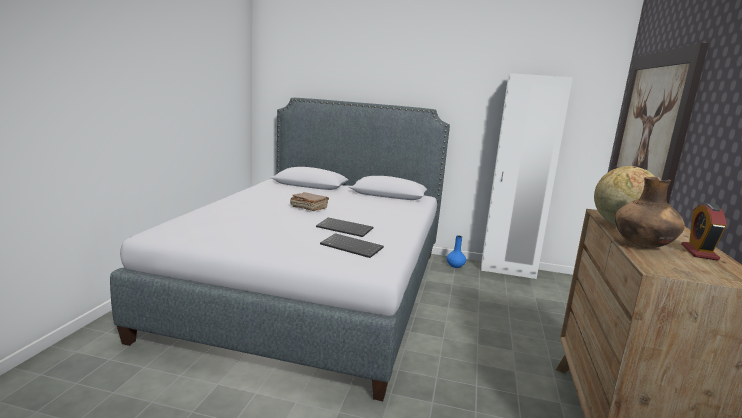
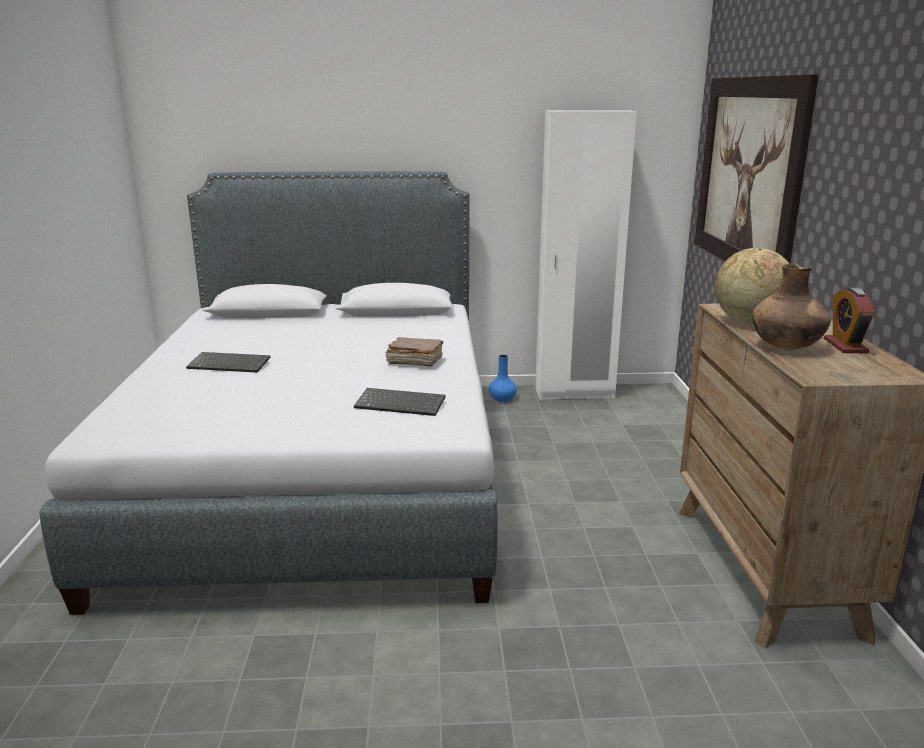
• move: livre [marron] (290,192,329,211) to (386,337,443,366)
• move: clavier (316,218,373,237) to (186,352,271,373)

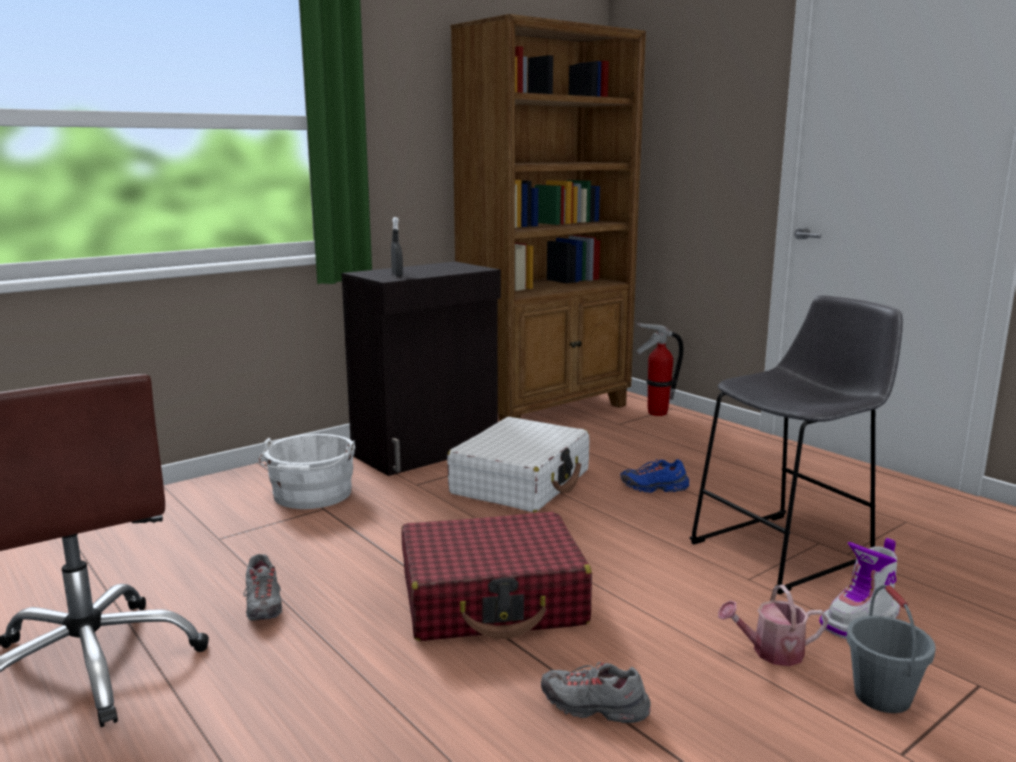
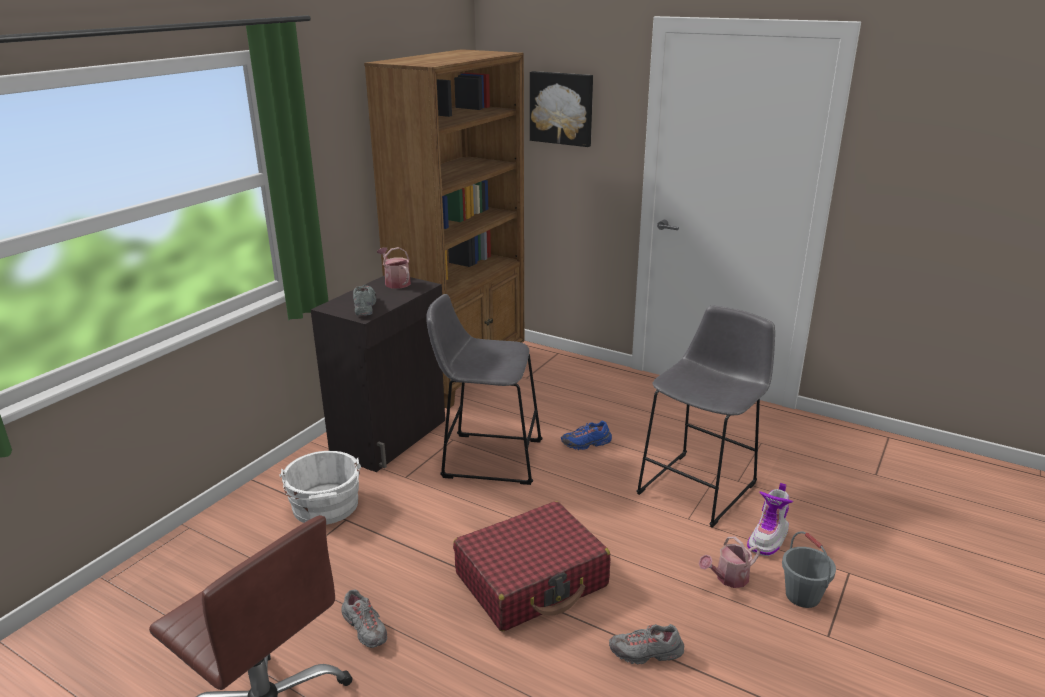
• delete: extincteur (636,323,683,416)
• insert: arrosoir (377,247,411,289)
• insert: tableau (530,71,593,147)
• replace: vaporisateur [gris] (391,217,403,276) to chaussure [gris] (353,285,376,316)
• replace: valise [blanc] (447,417,589,512) to tabouret [gris] (426,294,543,485)

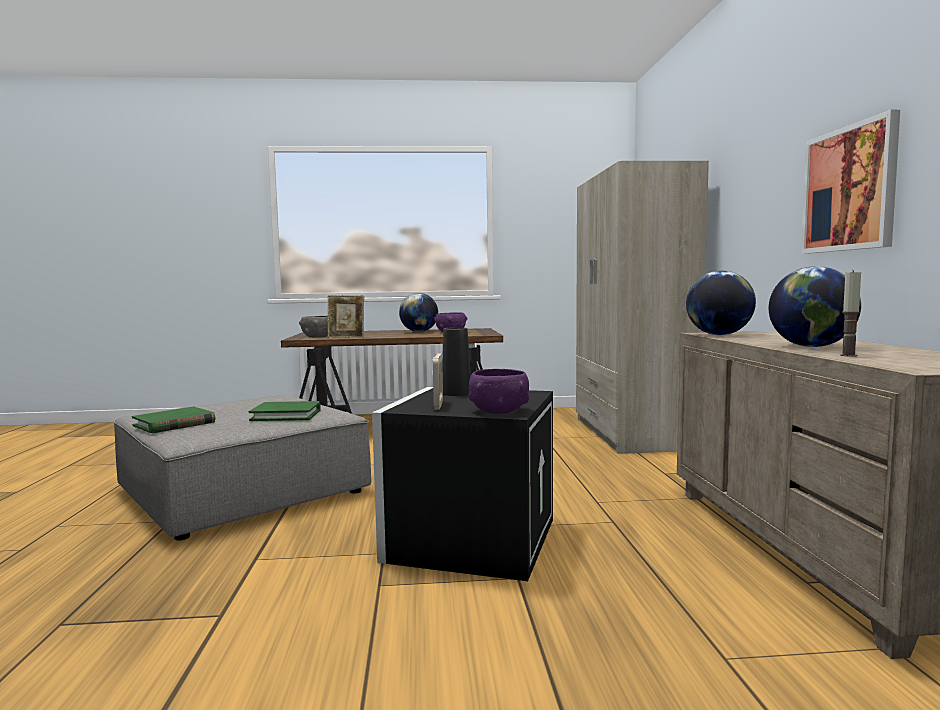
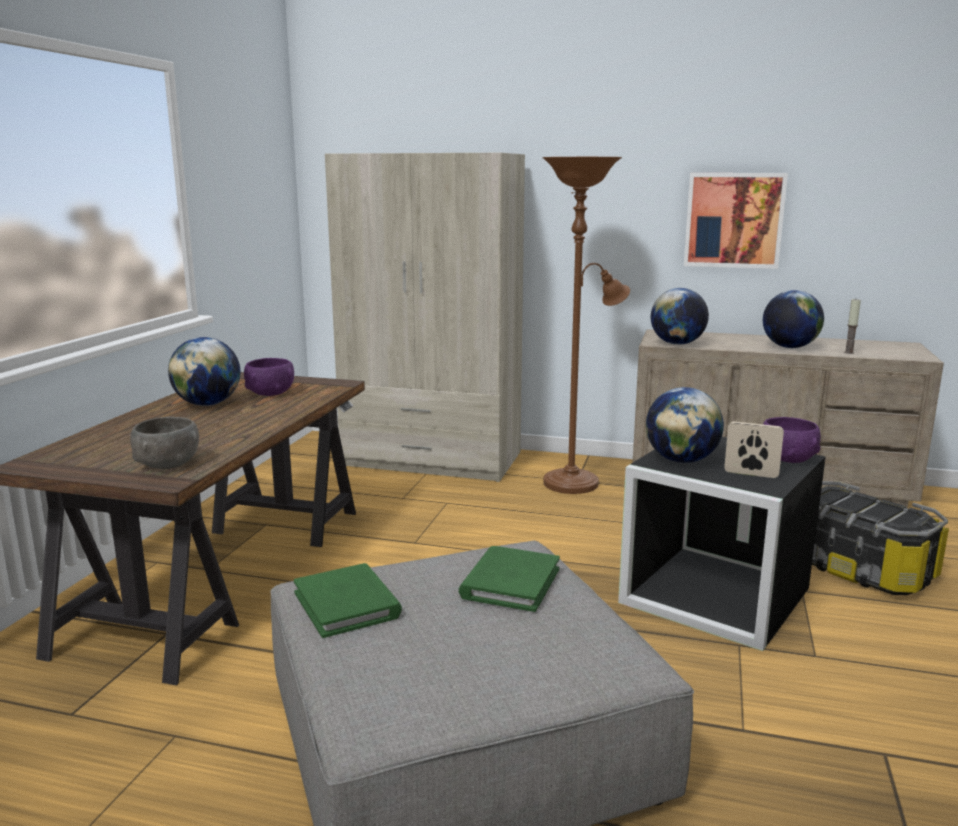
• delete: cadre photo (328,295,364,338)
• insert: lampadaire [marron] (542,157,630,494)
• insert: boîte de rangement (812,481,949,595)
• move: livre [vert] (132,407,215,433) to (294,563,402,638)
• replace: vase [noir] (442,327,471,396) to globe (646,387,724,463)

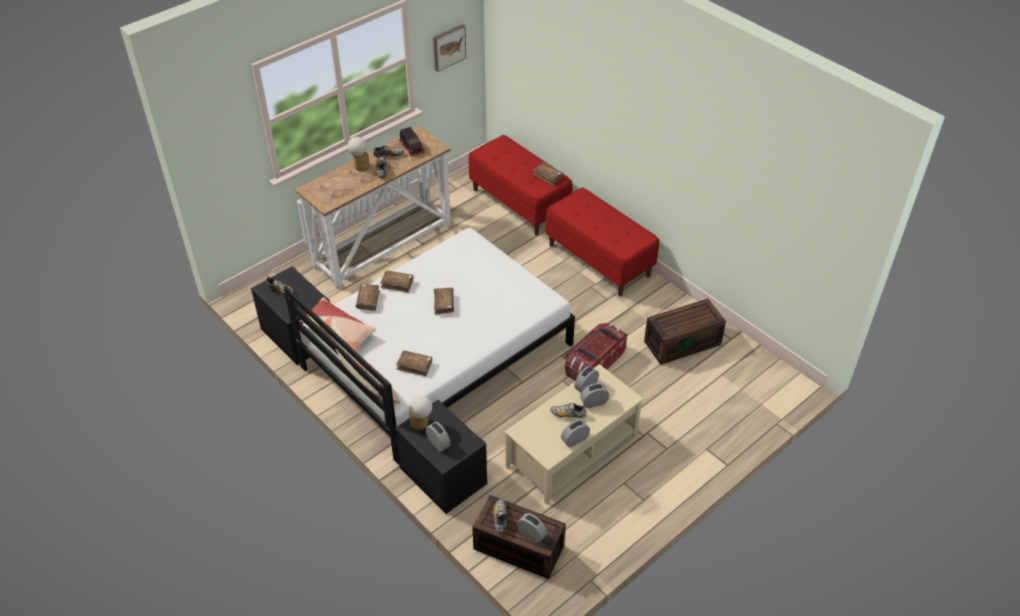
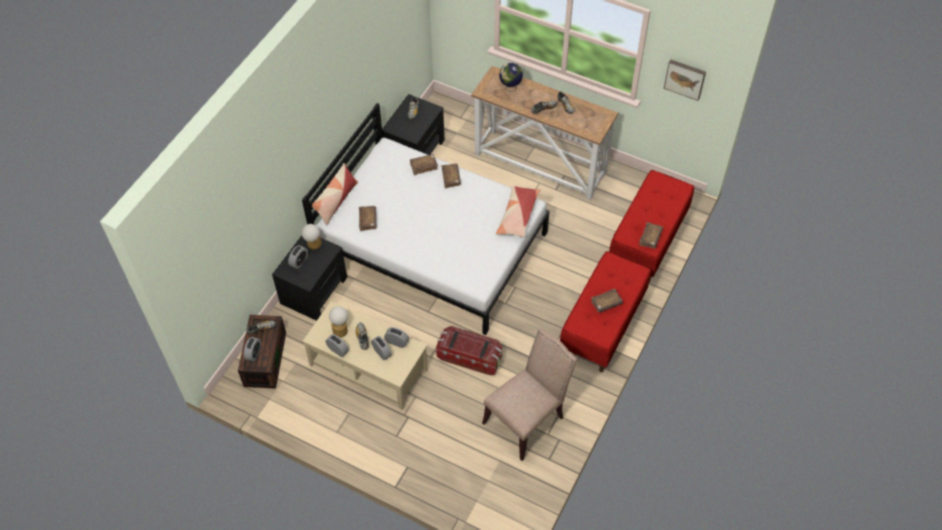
• delete: camion jouet (399,127,425,157)
• insert: globe (499,63,523,92)
• move: coussin (299,297,376,351) to (496,186,541,237)
• move: lampe de table (347,137,370,172) to (329,306,348,338)
• move: livre [marron] (434,288,454,315) to (591,288,623,313)
• replace: boîte de rangement [marron] (644,299,726,365) to chaise [beige] (482,328,577,461)

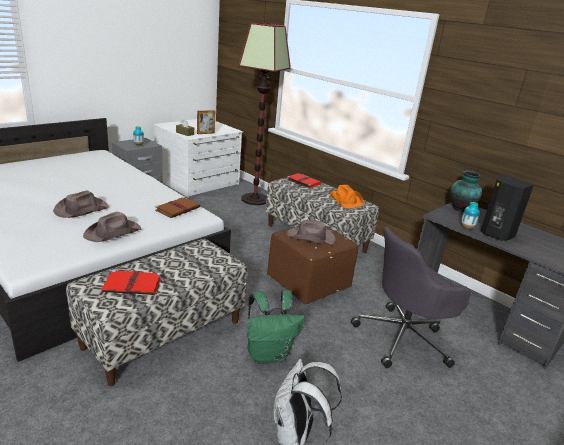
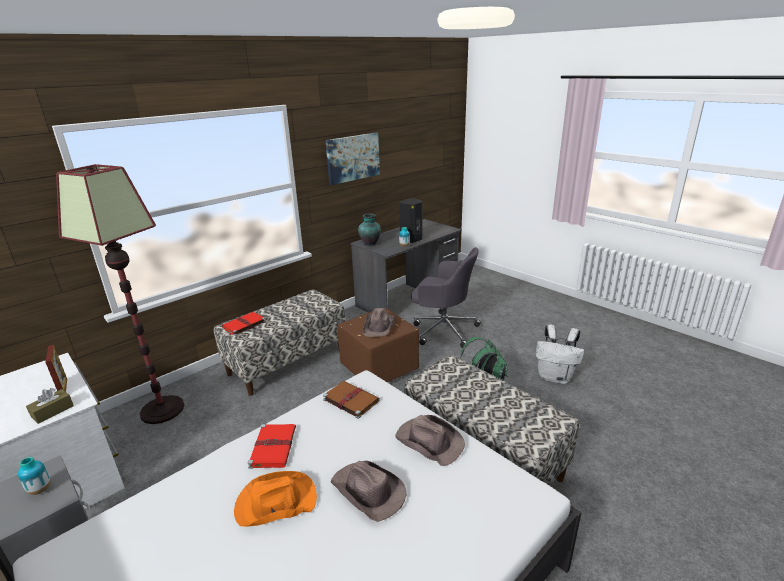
• insert: tableau (325,133,380,185)
• move: livre [rouge] (102,270,164,295) to (248,424,296,469)
• move: chapeau [orange] (329,185,364,208) to (234,471,317,527)
• rotate: chaise de bureau [gris] (351,227,472,368) = (411,247,481,348) 45 degrees counterclockwise

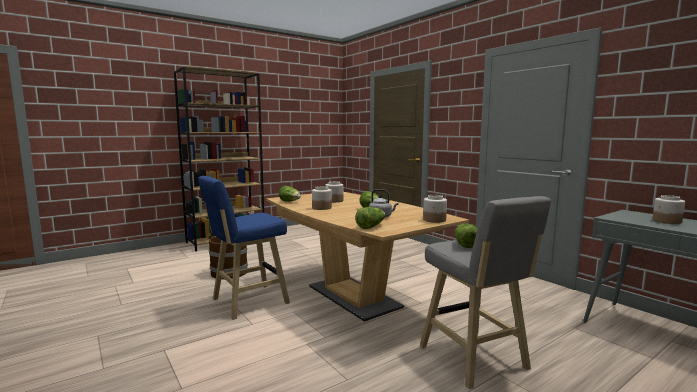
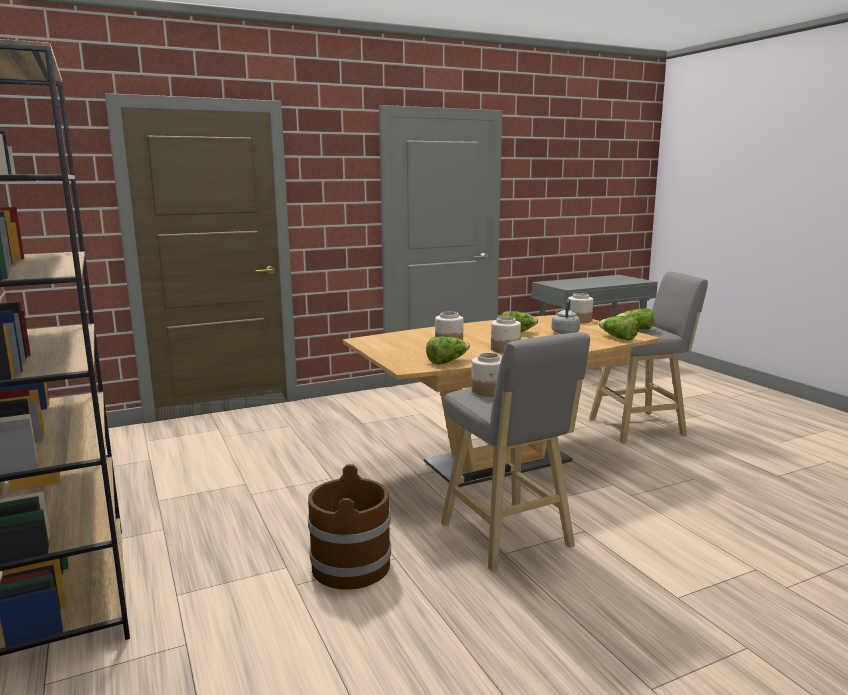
• move: bocal (653,195,685,224) to (471,353,502,396)
• recolor: tabouret [bleu] (198,176,290,320) to tabouret [gris] (441,332,590,572)

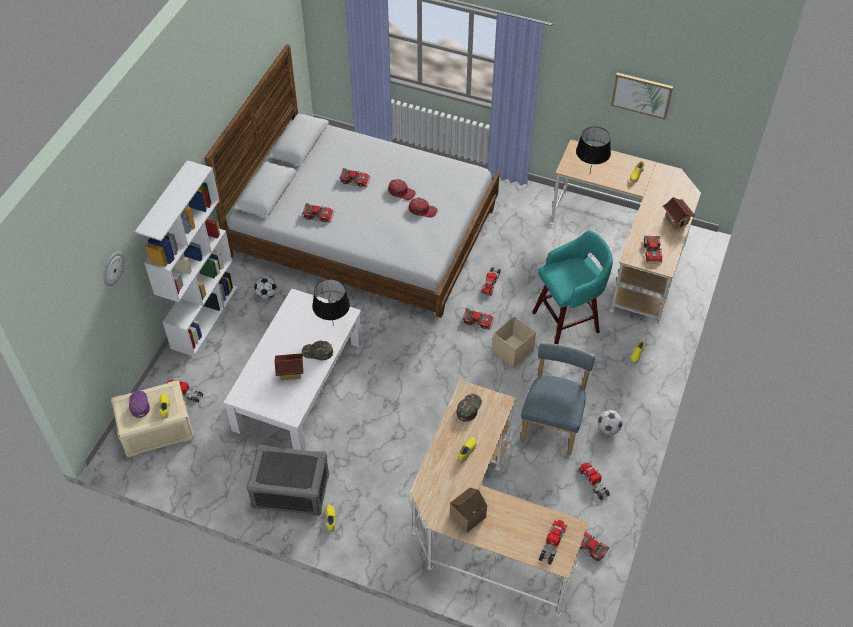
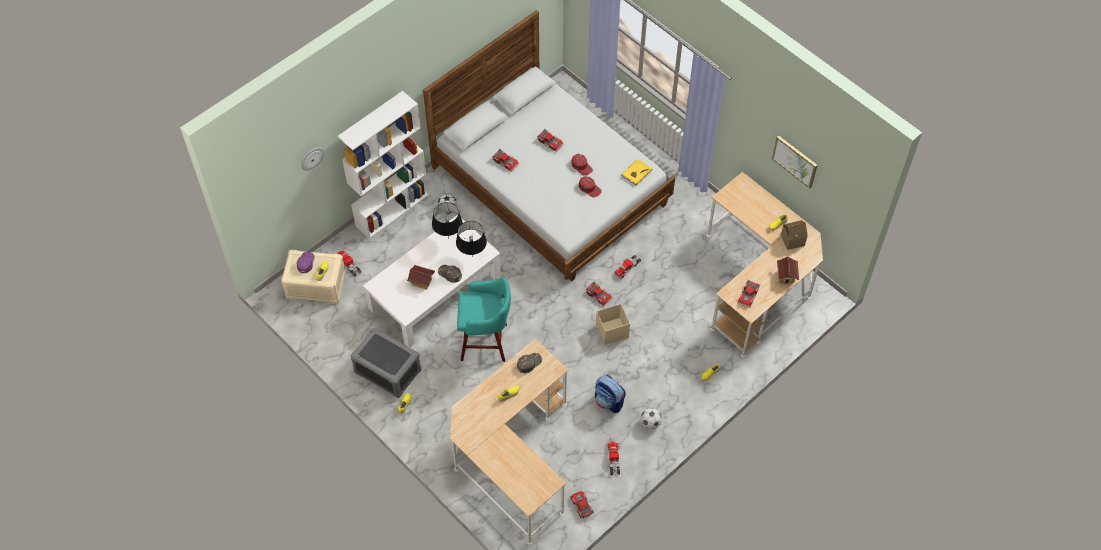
• delete: camion jouet (539,520,567,565)
• insert: livre [jaune] (621,159,652,186)
• move: maison miniature (450,488,487,532) to (781,220,808,250)
• move: tabouret [turquoise] (532,230,613,344) to (457,277,511,362)
• move: lampe de table [noir] (576,127,611,172) to (432,202,462,239)
• replace: chaise [bleu] (520,342,595,455) to sac à dos (595,375,625,413)

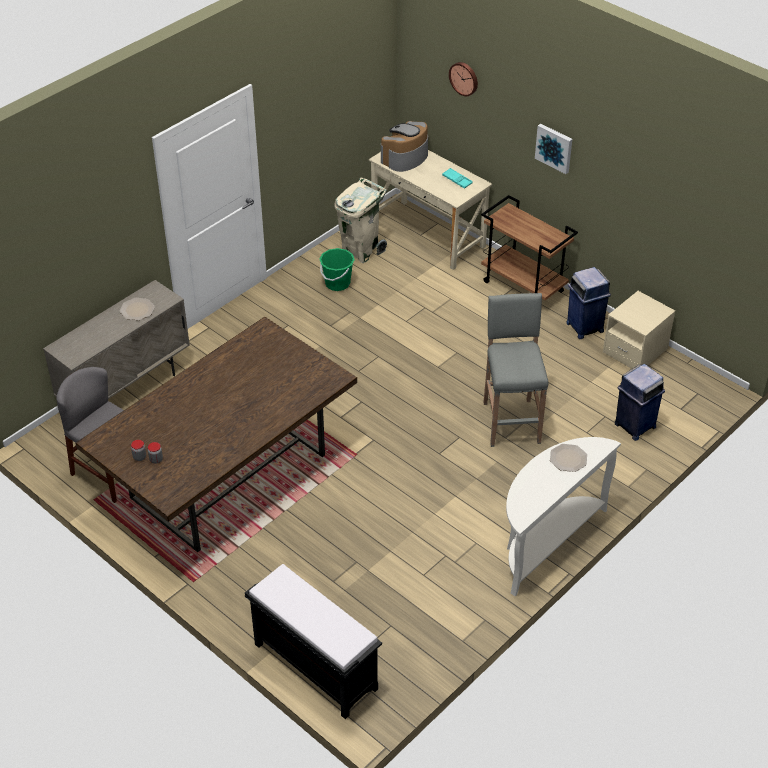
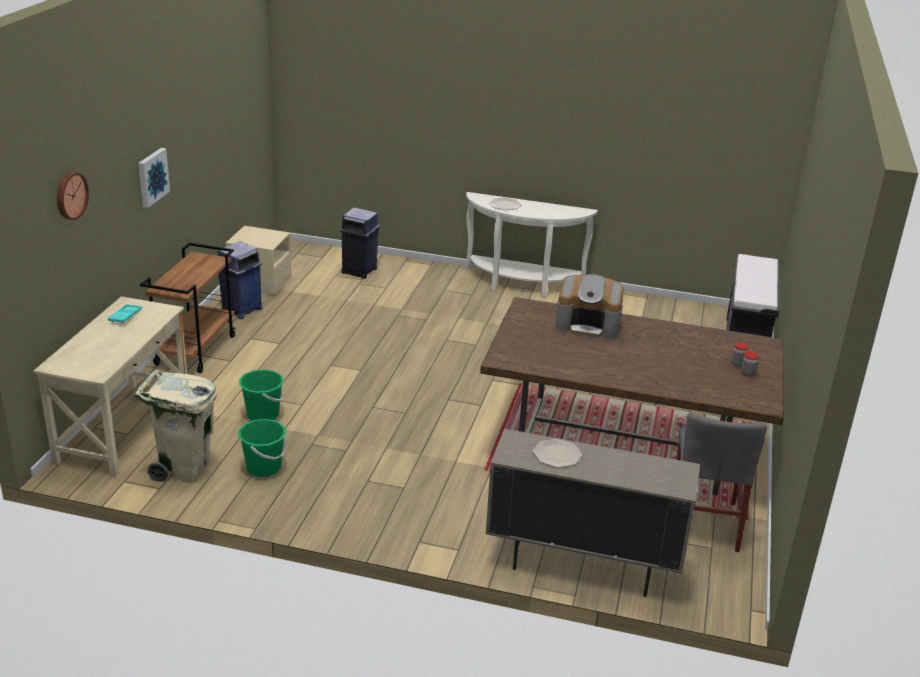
• delete: tabouret [gris] (483,293,549,447)
• insert: seau [vert] (239,369,284,421)
• move: machine à café (381,121,428,172) to (555,274,624,339)

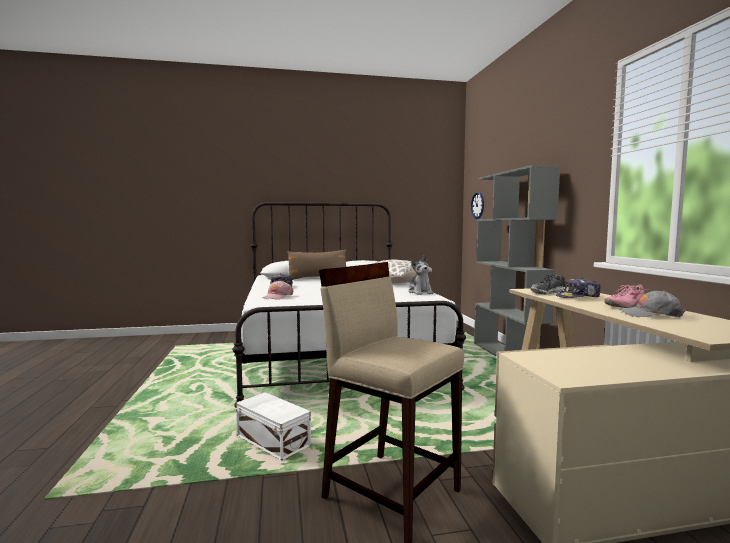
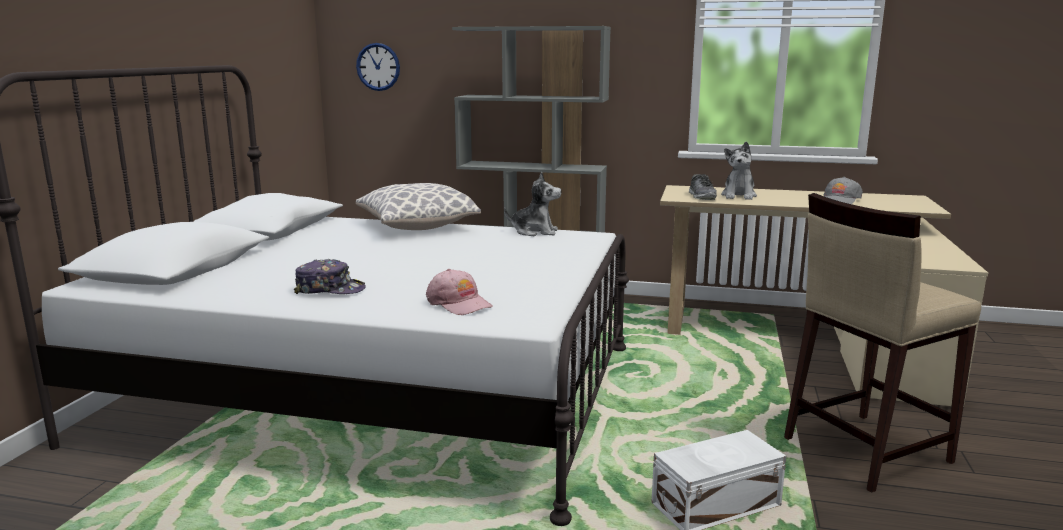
• delete: coussin [marron] (287,250,346,280)
• delete: chaussure [rose] (604,285,648,308)
• replace: casquette (556,278,601,298) to peluche (721,141,757,200)

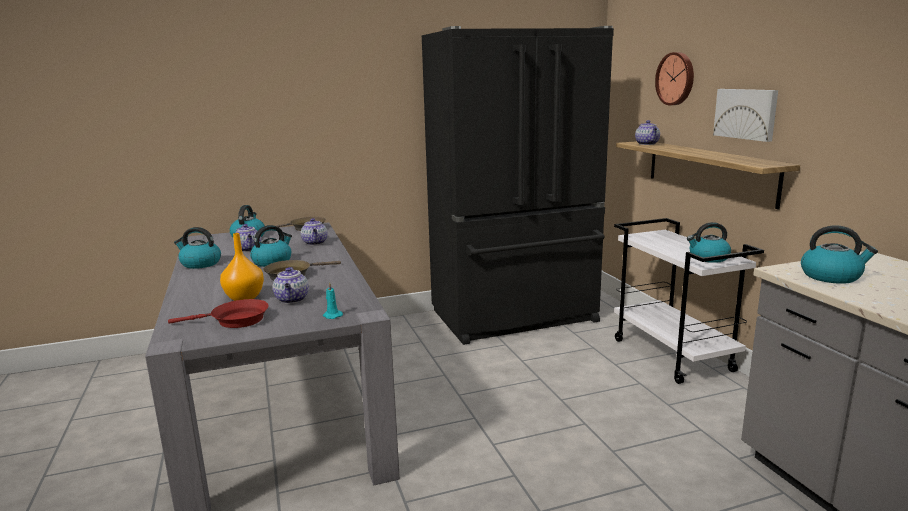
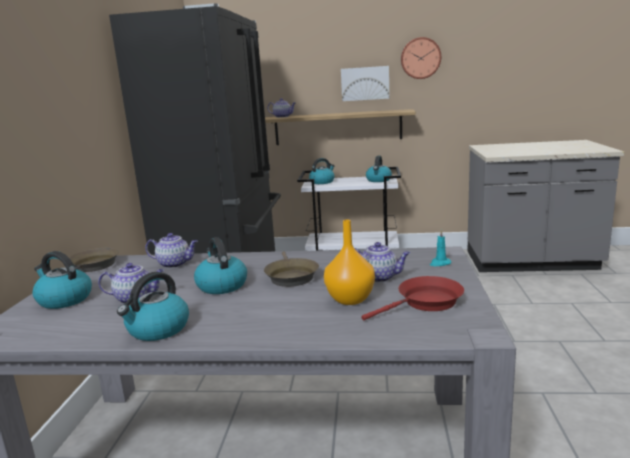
• move: horloge murale (655,52,694,105) to (401,37,441,79)
• move: bouilloire (801,225,878,284) to (309,158,335,184)
• rotate: poêle [rouge] (168,299,268,328) = (361,276,464,320) 45 degrees clockwise

